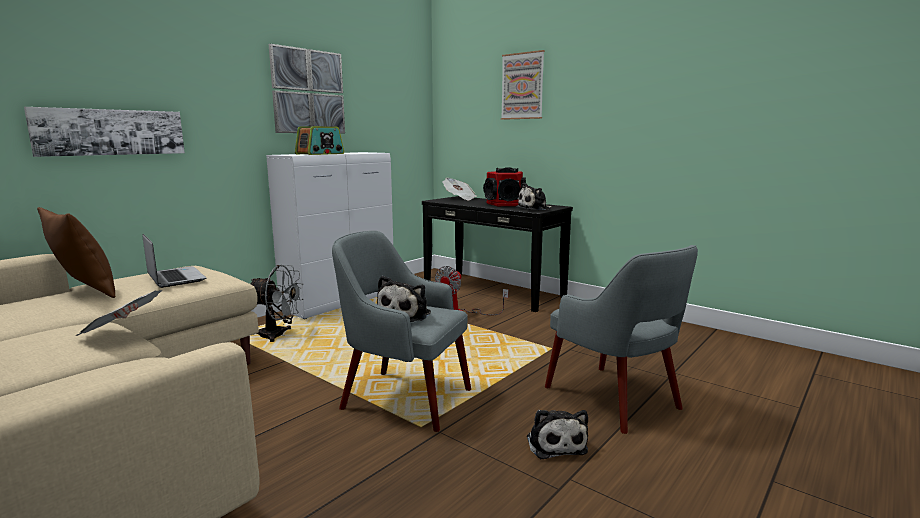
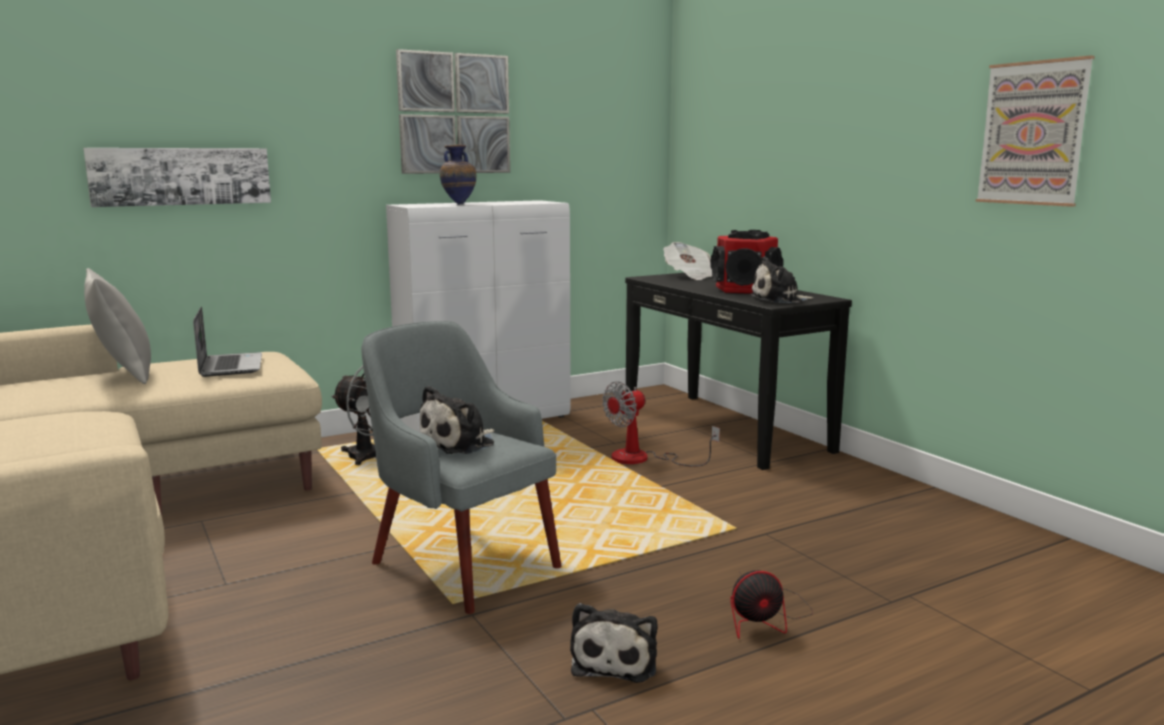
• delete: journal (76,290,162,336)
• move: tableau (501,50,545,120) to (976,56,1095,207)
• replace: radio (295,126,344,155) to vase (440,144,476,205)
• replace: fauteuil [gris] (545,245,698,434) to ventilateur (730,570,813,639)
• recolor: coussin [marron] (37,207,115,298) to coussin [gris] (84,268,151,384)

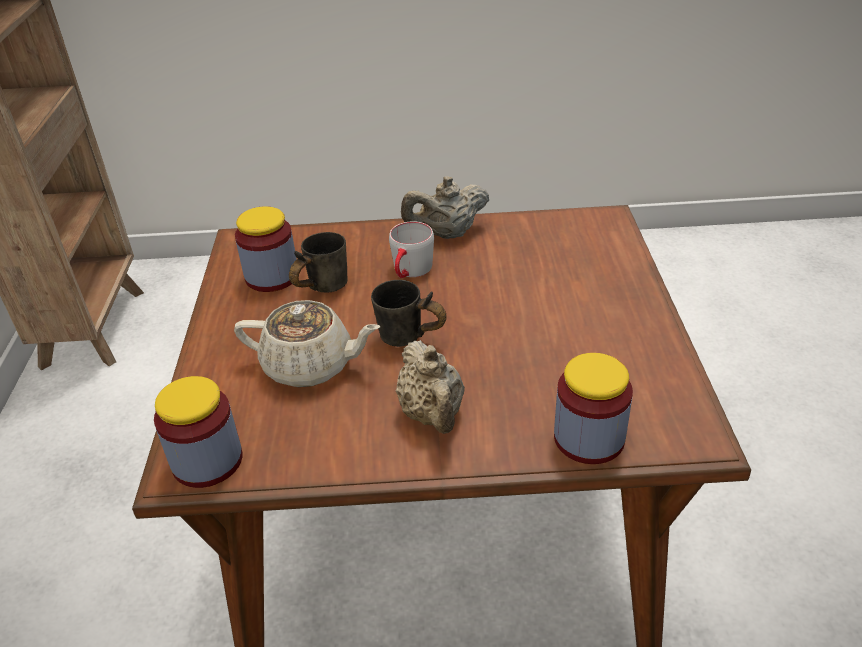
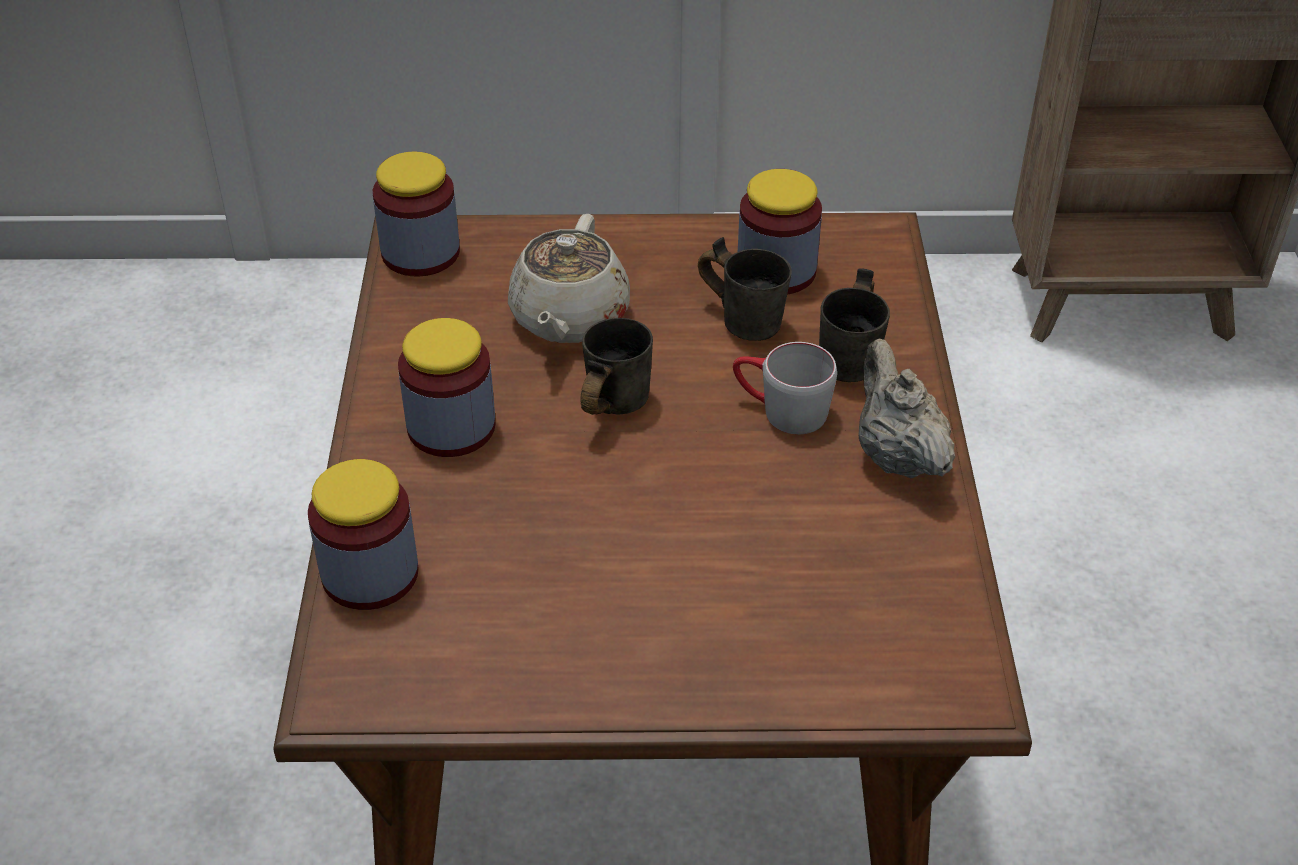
• insert: mug [gris] (819,268,890,382)
• replace: théière [beige] (396,340,465,434) to bocal (398,318,496,457)

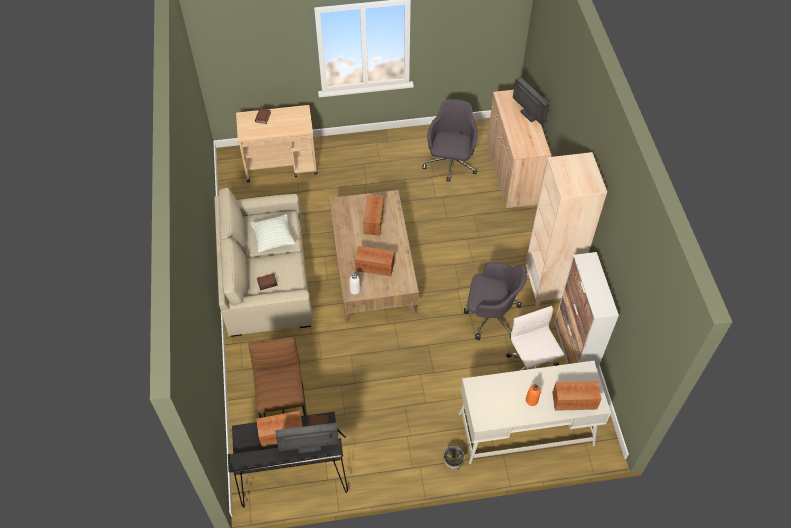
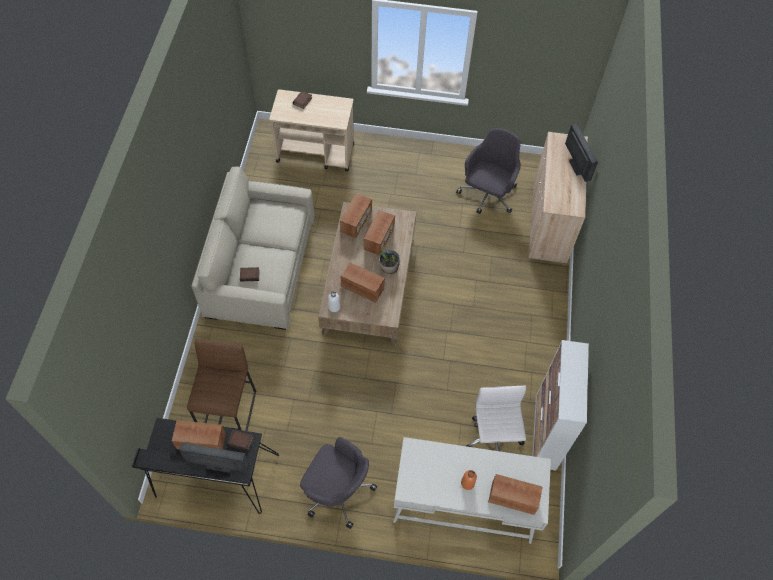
• delete: coussin (251,214,295,253)
• delete: bibliothèque [beige] (525,152,607,308)
• insert: radio (340,193,372,238)
• move: plante en pot (443,446,465,471) to (379,250,400,275)
• move: chaise de bureau [gris] (464,262,527,340) to (300,437,377,529)

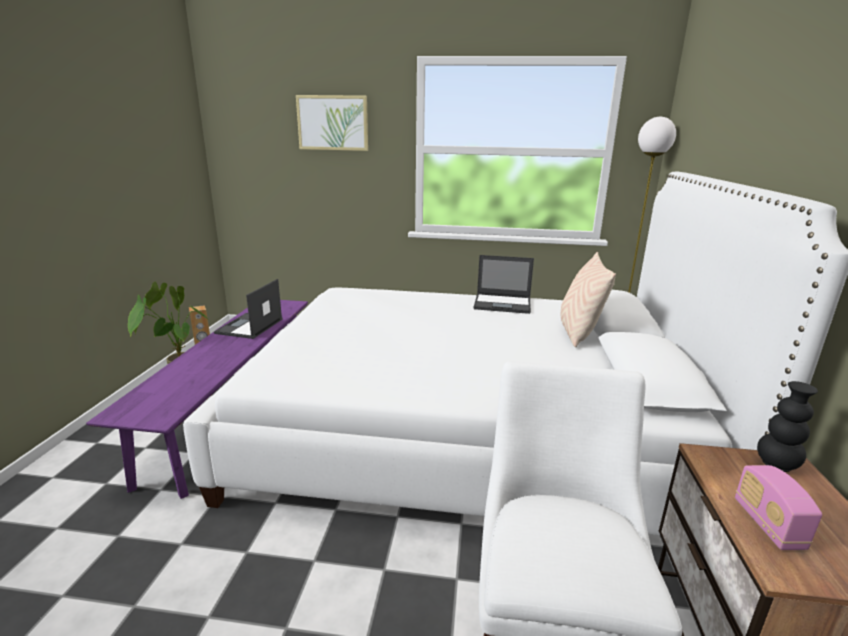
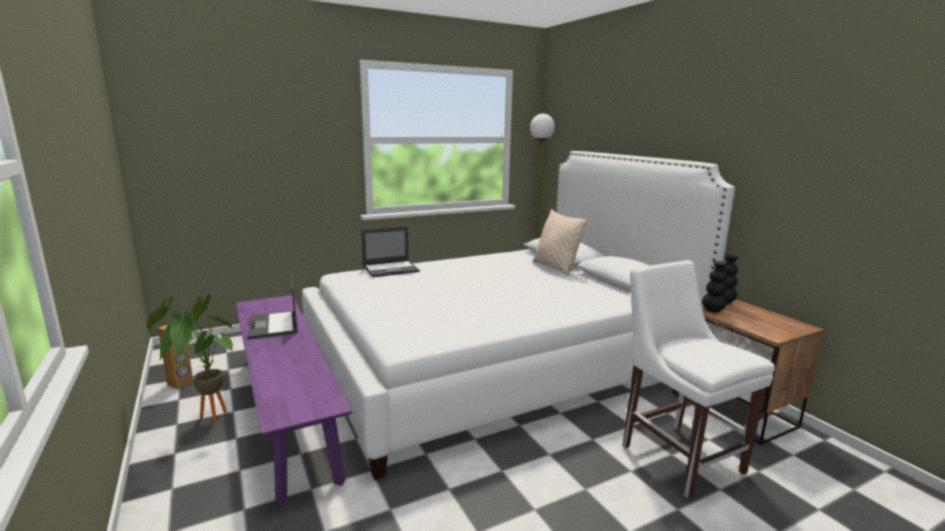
• delete: tableau (296,95,368,151)
• delete: radio (735,465,822,550)
• insert: vase [noir] (702,261,728,313)
• move: ordinateur portable (474,255,534,314) to (361,227,420,277)

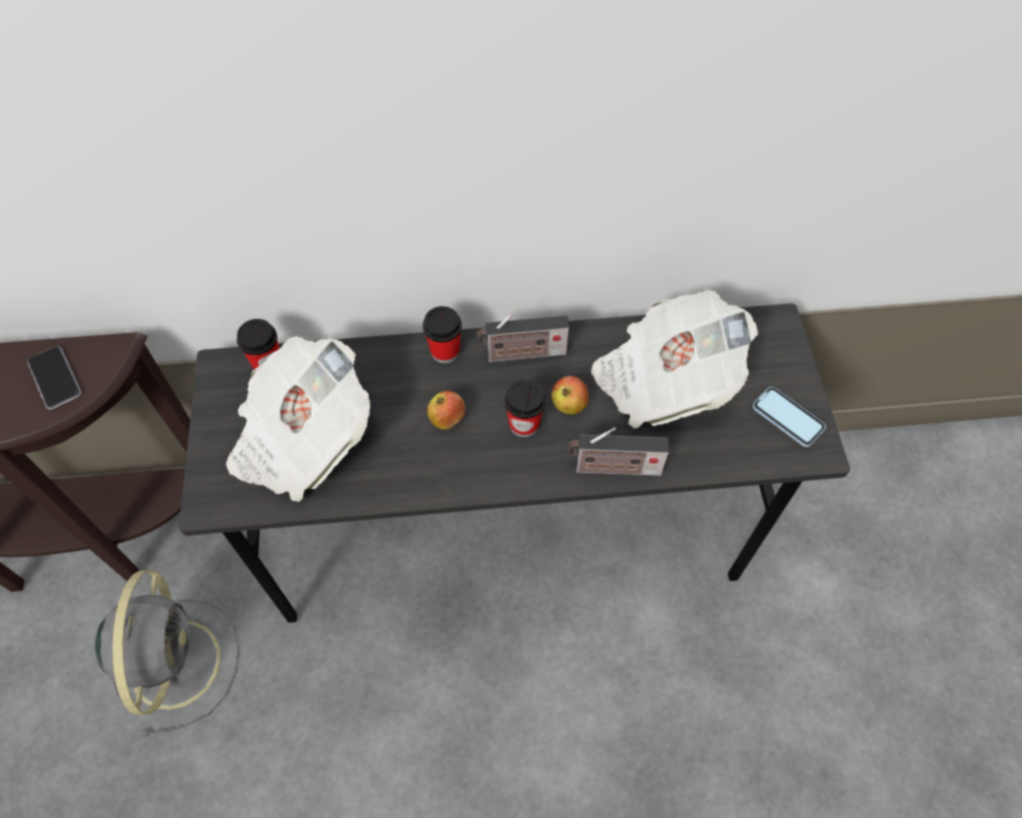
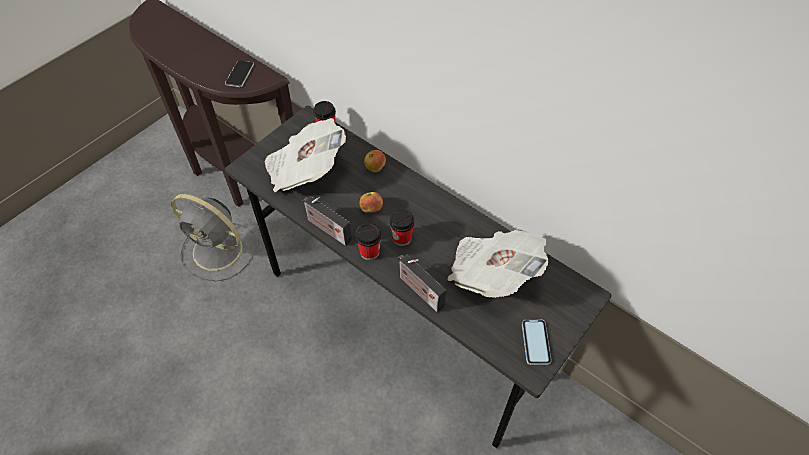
• move: tasse (423,306,462,363) to (356,223,381,260)
• move: radio (477,309,569,362) to (303,196,352,246)
• move: pomme (551,376,589,414) to (364,150,386,172)
• rotate: ventilateur [gris] (95,570,239,736) = (171,194,257,281) 75 degrees clockwise

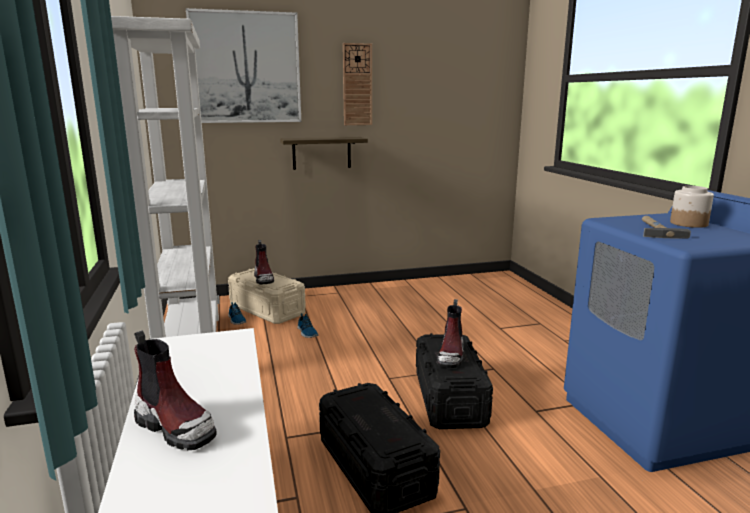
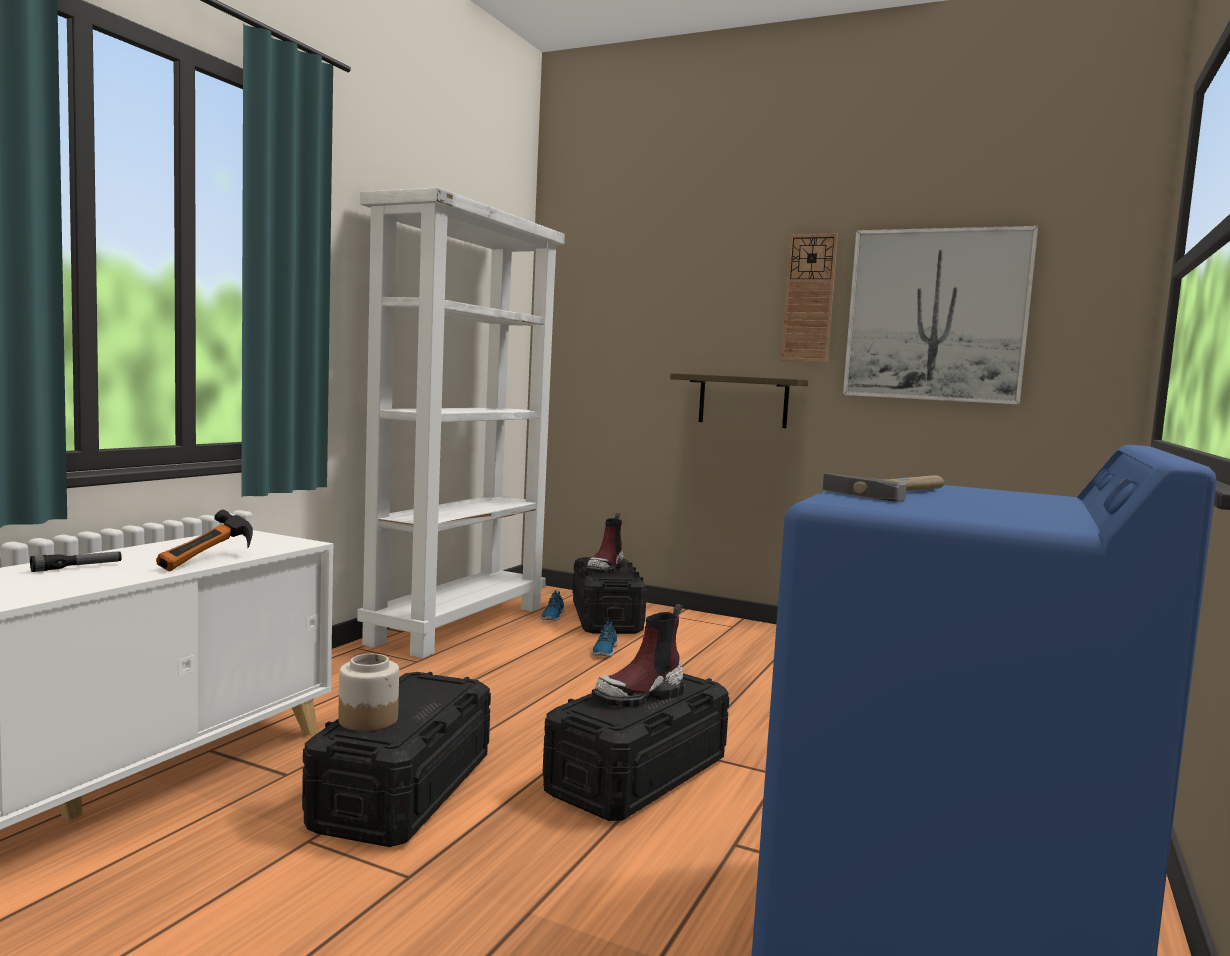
• insert: marteau (156,509,253,571)
• move: tableau (186,8,301,123) to (843,226,1038,405)
• move: bocal (670,186,714,228) to (338,654,399,731)
• replace: botte (134,330,217,450) to lampe de poche (30,551,122,572)
• recolor: boîte de rangement [beige] (228,268,306,324) to boîte de rangement [noir] (573,557,647,634)

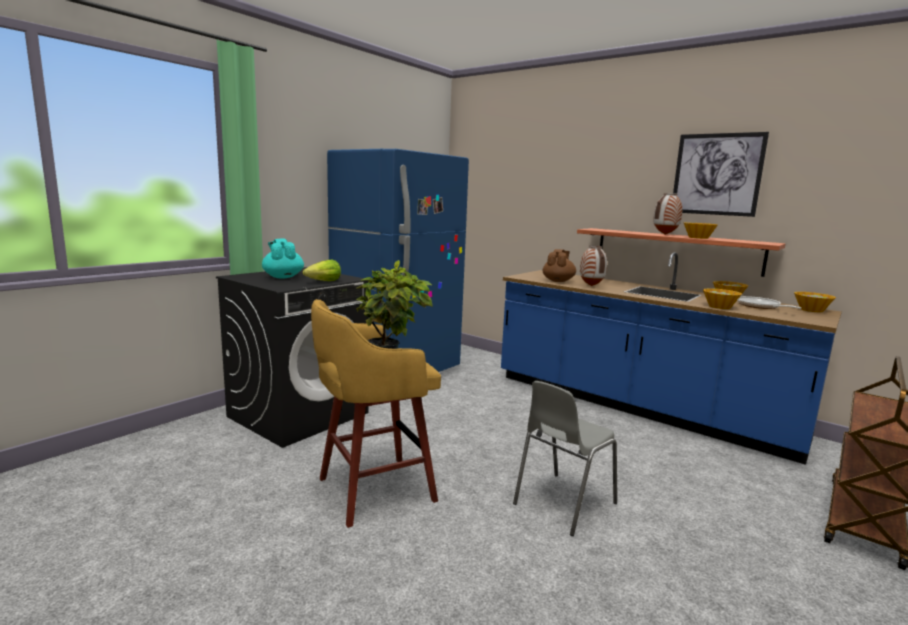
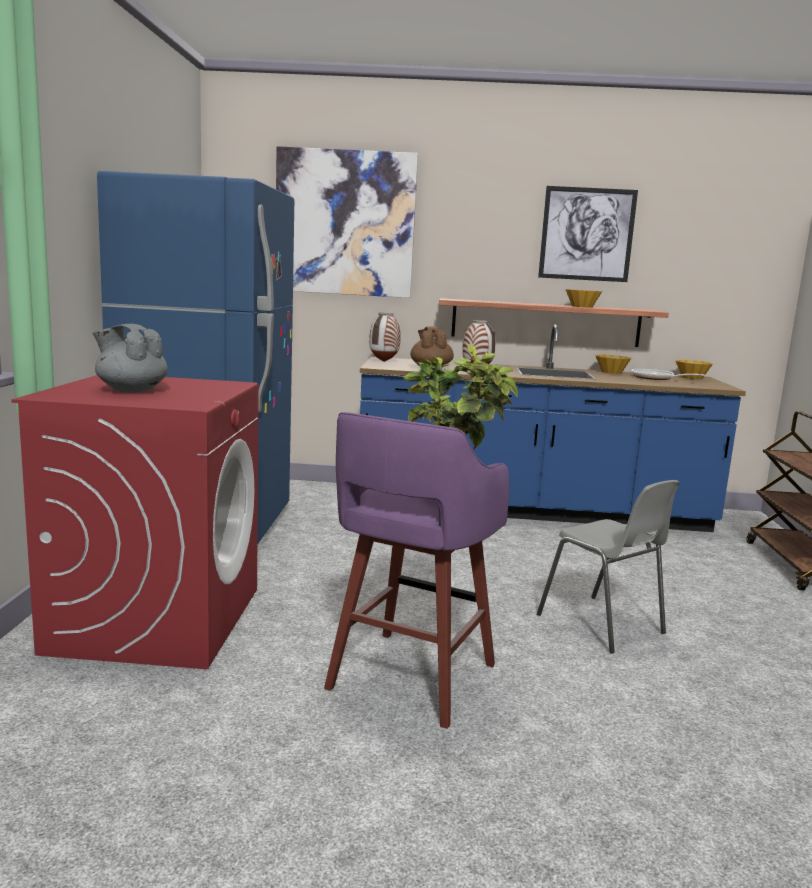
• delete: laitue (303,260,341,281)
• delete: bol (703,288,742,309)
• insert: tableau (276,146,418,298)
• move: vase (653,193,682,235) to (369,313,401,362)
• recolor: lave-linge [noir] (216,267,369,448) to lave-linge [rouge] (11,375,259,669)
• recolor: théière [turquoise] (262,239,304,279) to théière [gris] (92,324,168,393)
• recolor: tabouret [jaune] (311,299,441,528) to tabouret [violet] (324,412,509,729)
• rotate: chaise [gris] (513,381,617,536) = (537,480,680,654) 45 degrees counterclockwise

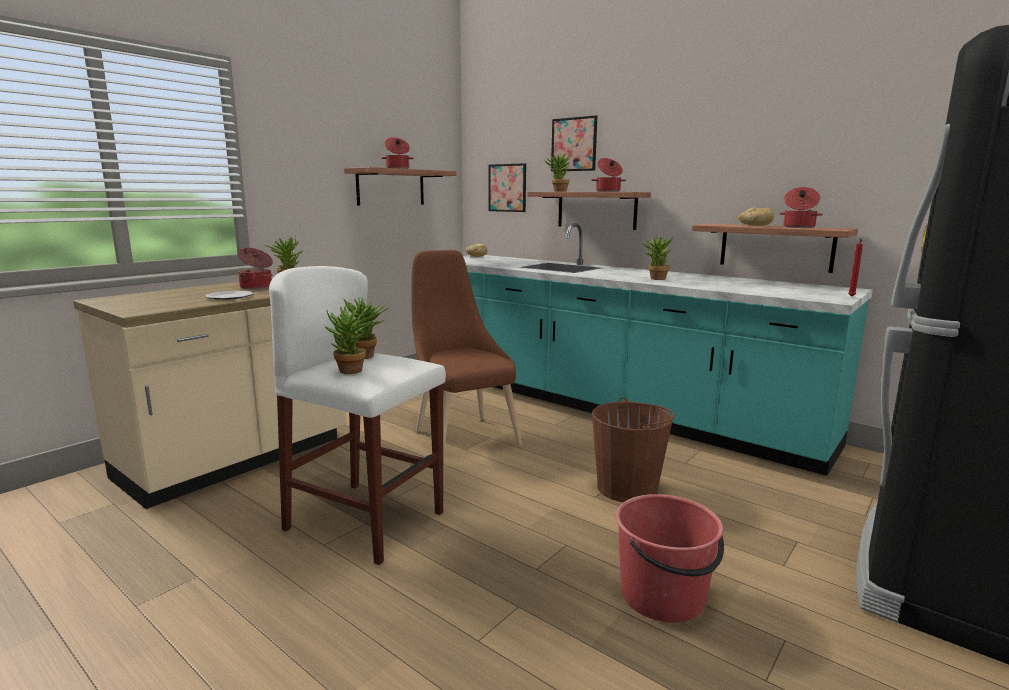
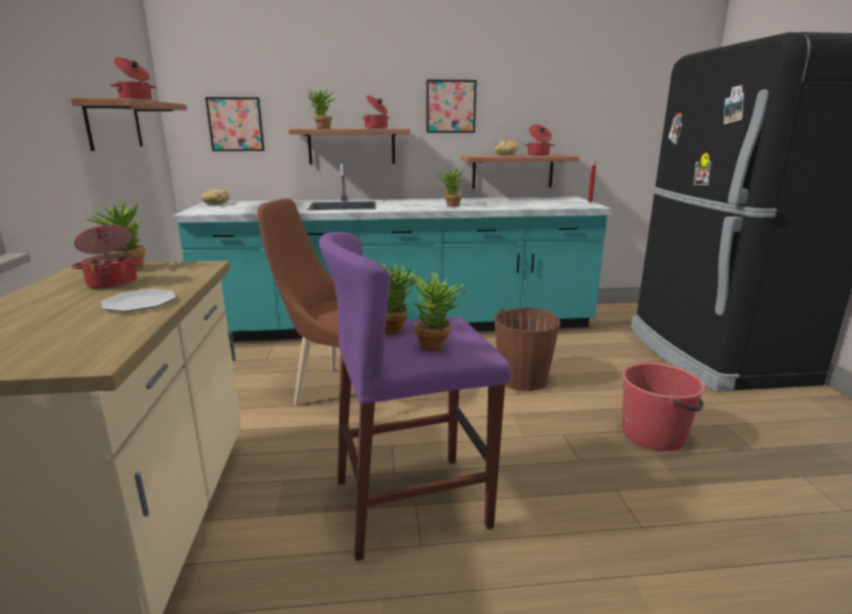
• move: tableau (551,115,597,172) to (426,80,477,133)
• recolor: tabouret [blanc] (269,266,446,565) to tabouret [violet] (319,232,511,561)

